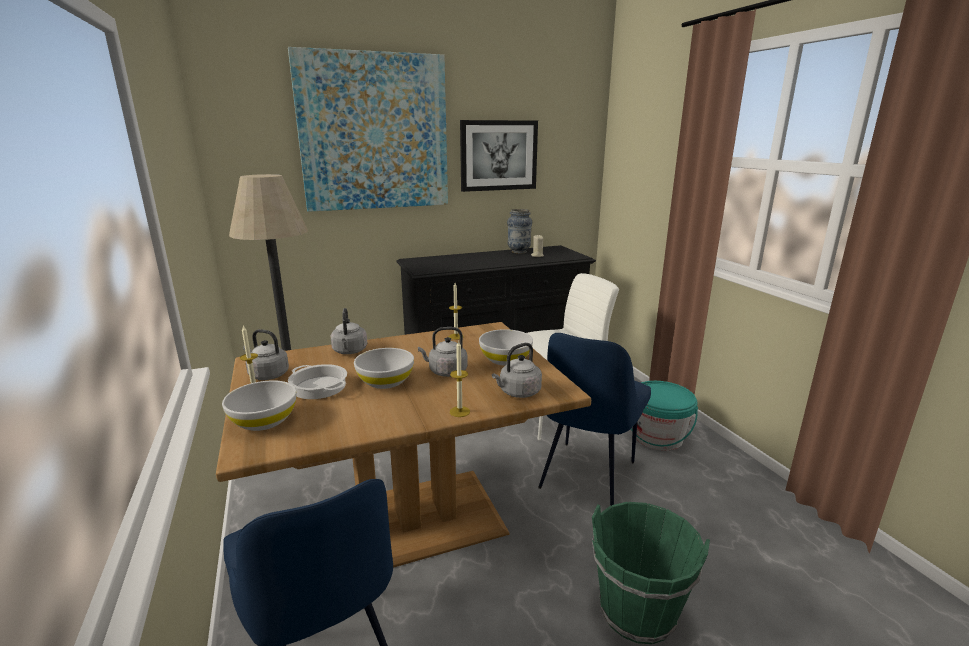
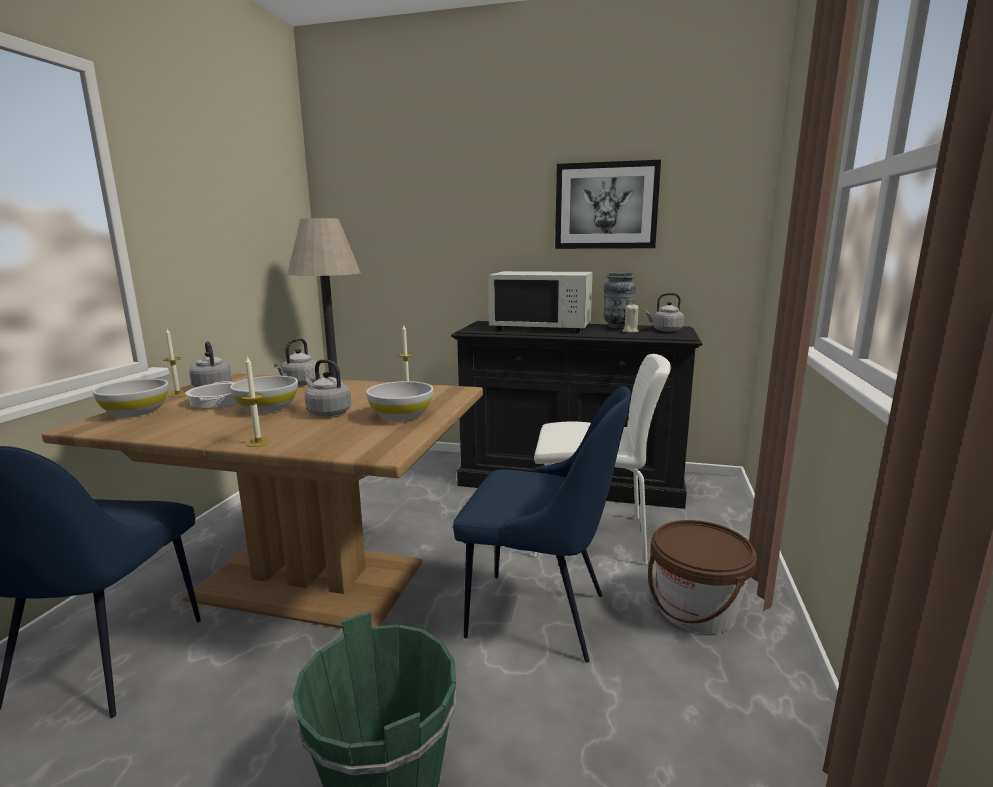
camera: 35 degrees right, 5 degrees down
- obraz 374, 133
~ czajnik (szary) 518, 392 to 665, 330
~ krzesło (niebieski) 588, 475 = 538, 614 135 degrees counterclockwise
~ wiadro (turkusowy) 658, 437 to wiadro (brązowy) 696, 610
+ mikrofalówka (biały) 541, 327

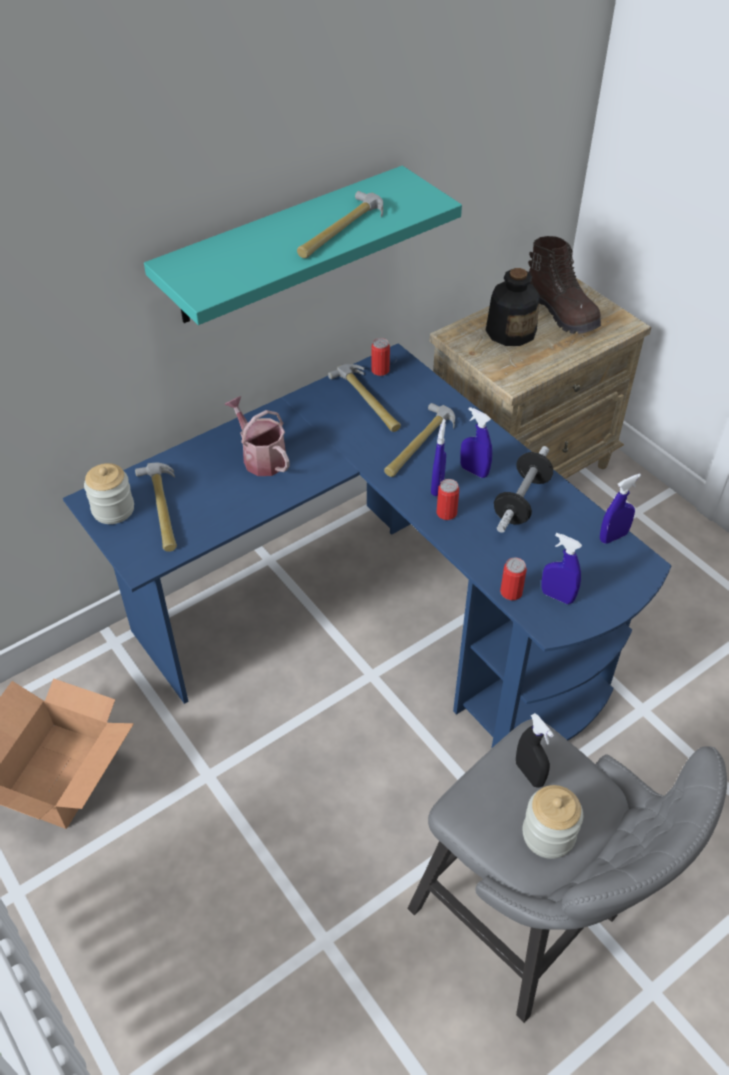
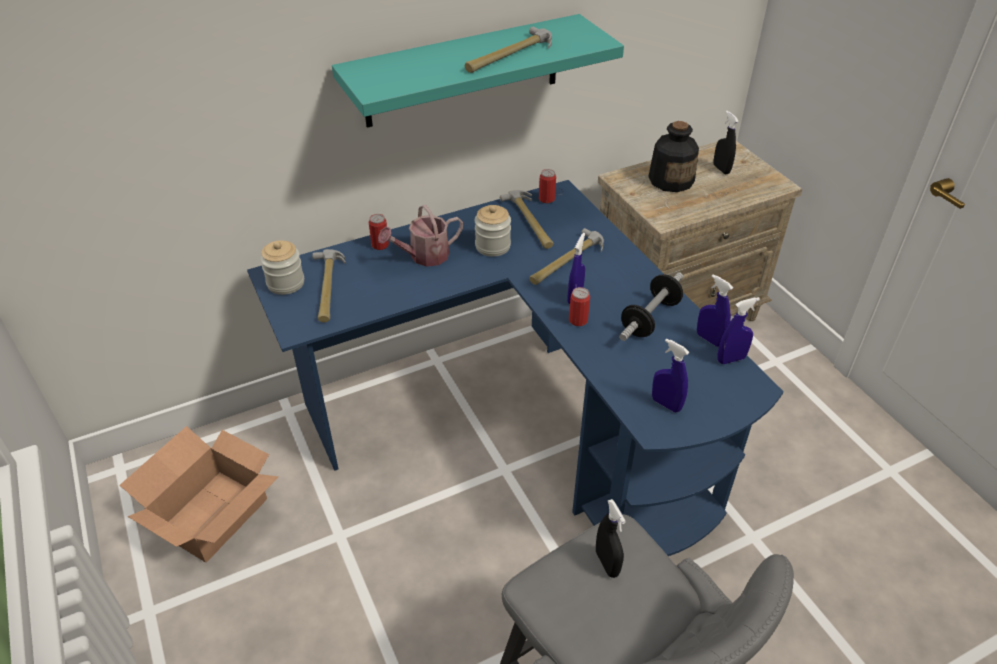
camera: 10 degrees right, 5 degrees down
~ konewka 261, 457 = 424, 256 90 degrees counterclockwise
~ spryskiwacz (niebieski) 474, 471 to 709, 339
~ puszka 511, 592 to 380, 245
~ słoik 548, 834 to 492, 246
~ but z cholewką (brązowy) 562, 312 to spryskiwacz (czarny) 721, 169

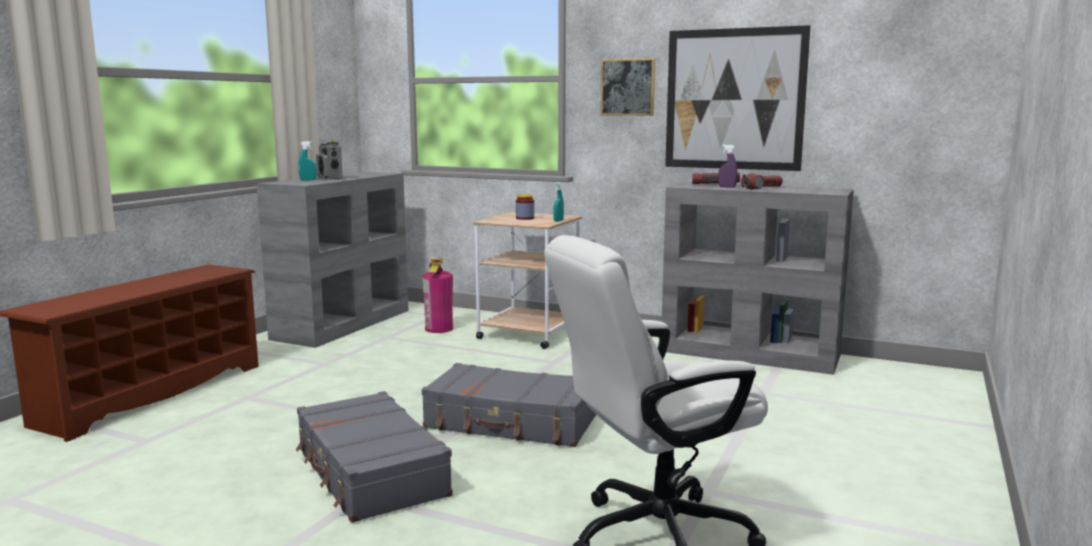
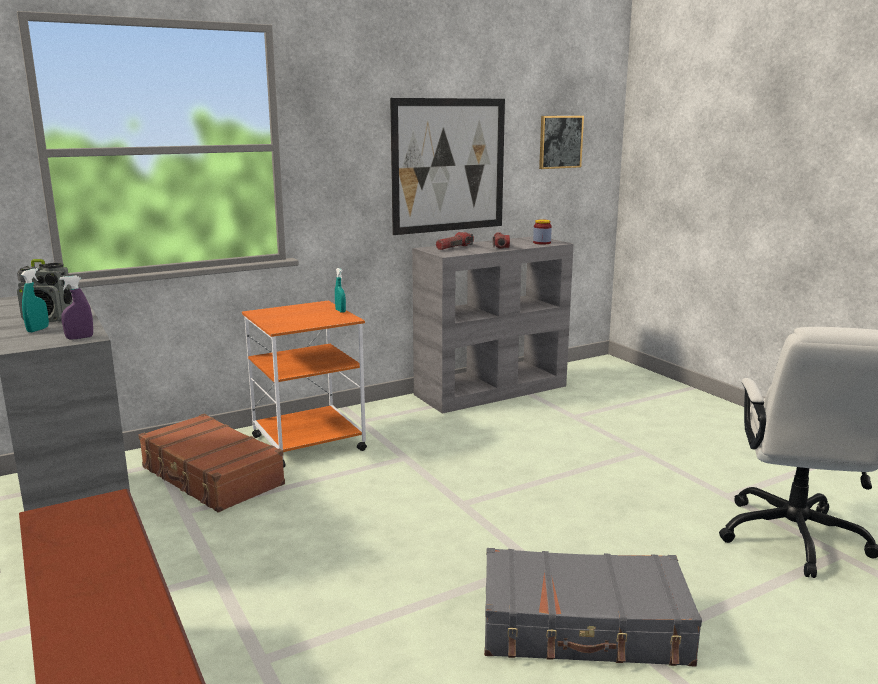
camera: 55 degrees left, 5 degrees up
~ gaśnica 439, 329 to walizka (brązowy) 211, 476
- walizka (szary) 511, 422
~ wózek (beżowy) 530, 334 to wózek (pomarańczowy) 310, 442
~ słoik 525, 218 to 542, 243
~ obraz 627, 87 to 560, 142
~ spryskiwacz (fioletowy) 727, 187 to 79, 338

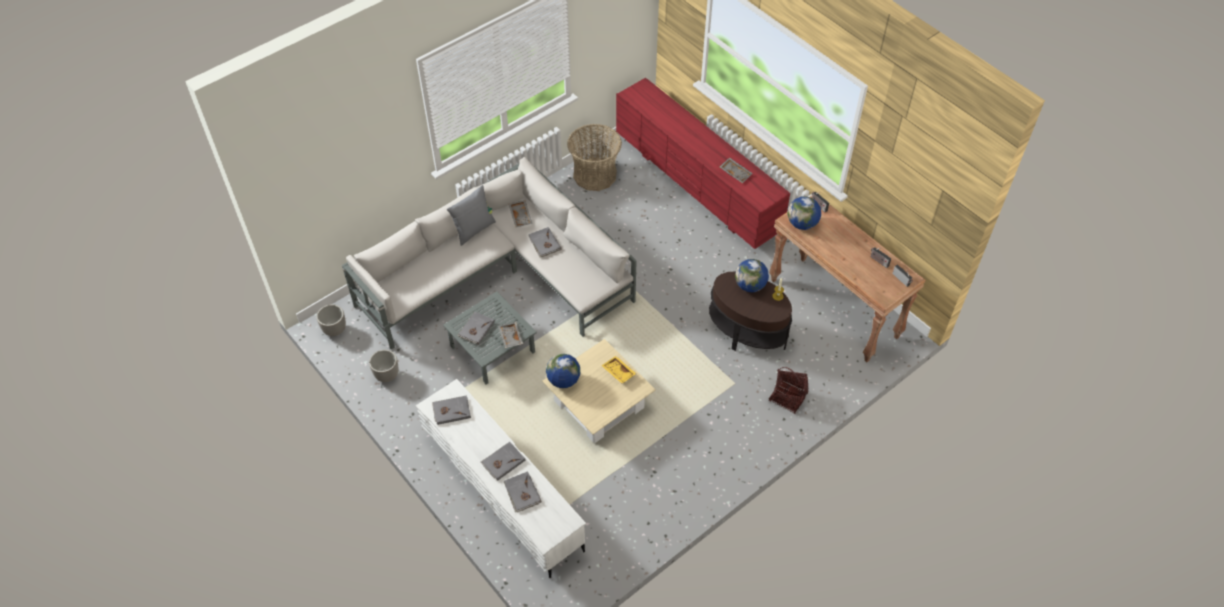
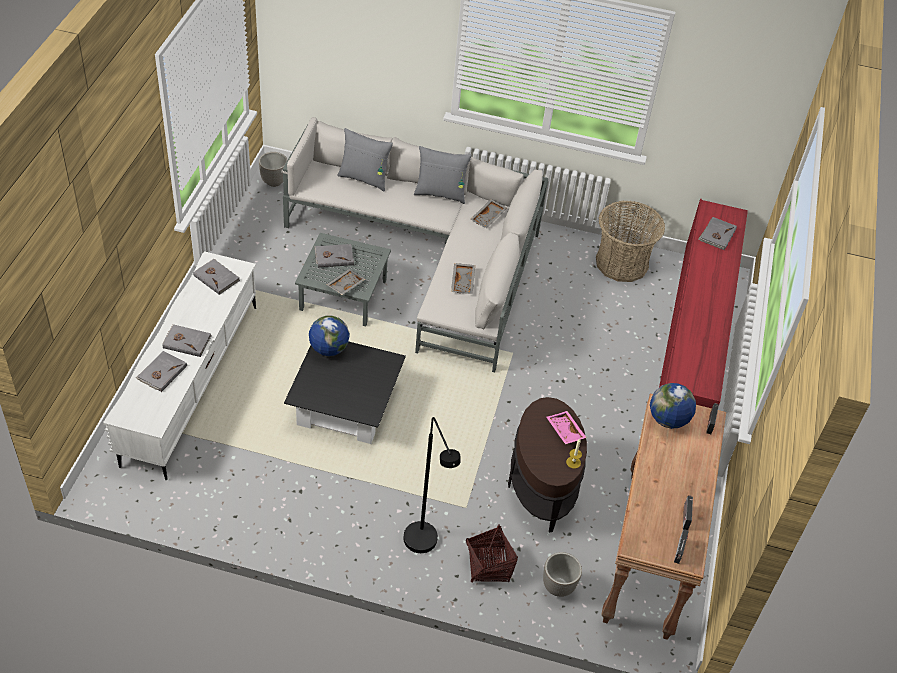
camera: 50 degrees right, 5 degrees down
~ donica 386, 376 to 557, 587
~ książka (szary) 544, 243 to 717, 235
~ ława (beżowy) 599, 404 to ława (czarny) 345, 406
- taca (żółty) 618, 372
~ taca (szary) 735, 173 to 463, 282
~ globus 750, 286 to taca (różowy) 564, 431
+ poduszka (szary) 364, 179
+ lampa stojąca (czarny) 425, 546

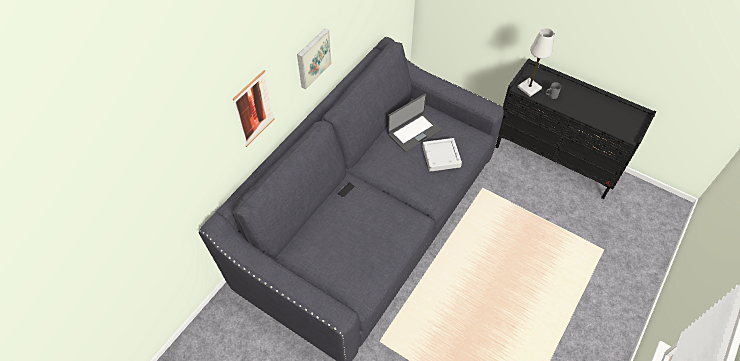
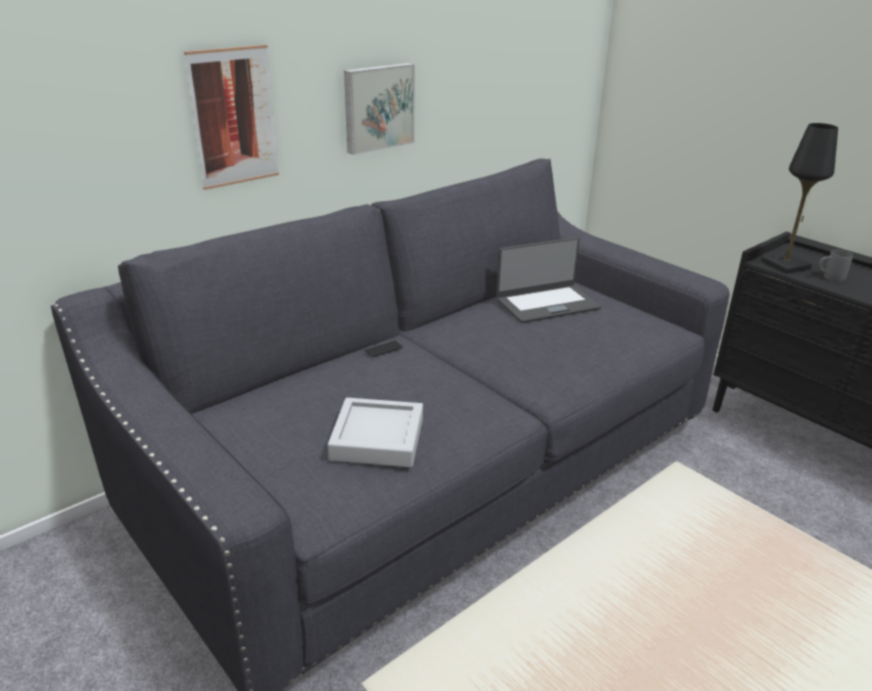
camera: 15 degrees right, 25 degrees down
~ taca (szary) 441, 157 to 377, 439
~ lampa stołowa (biały) 529, 88 to lampa stołowa (czarny) 785, 265

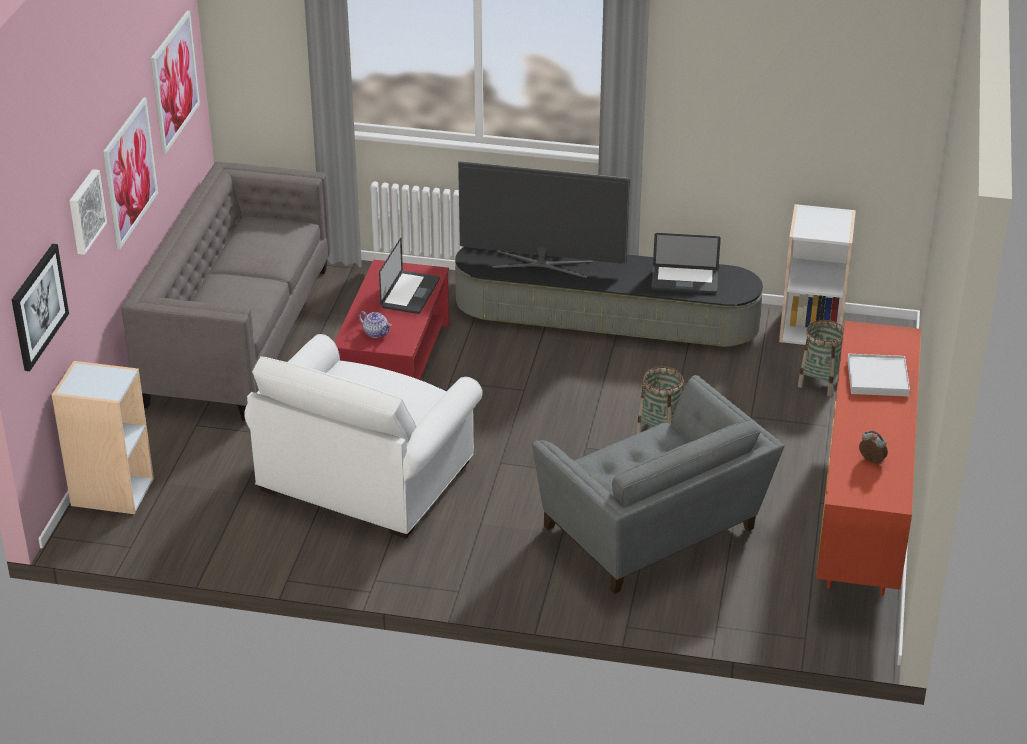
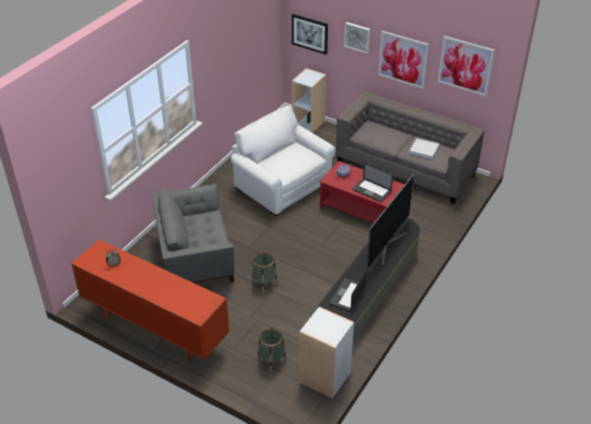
camera: 110 degrees right, 5 degrees up
~ taca (biały) 877, 378 to 424, 149

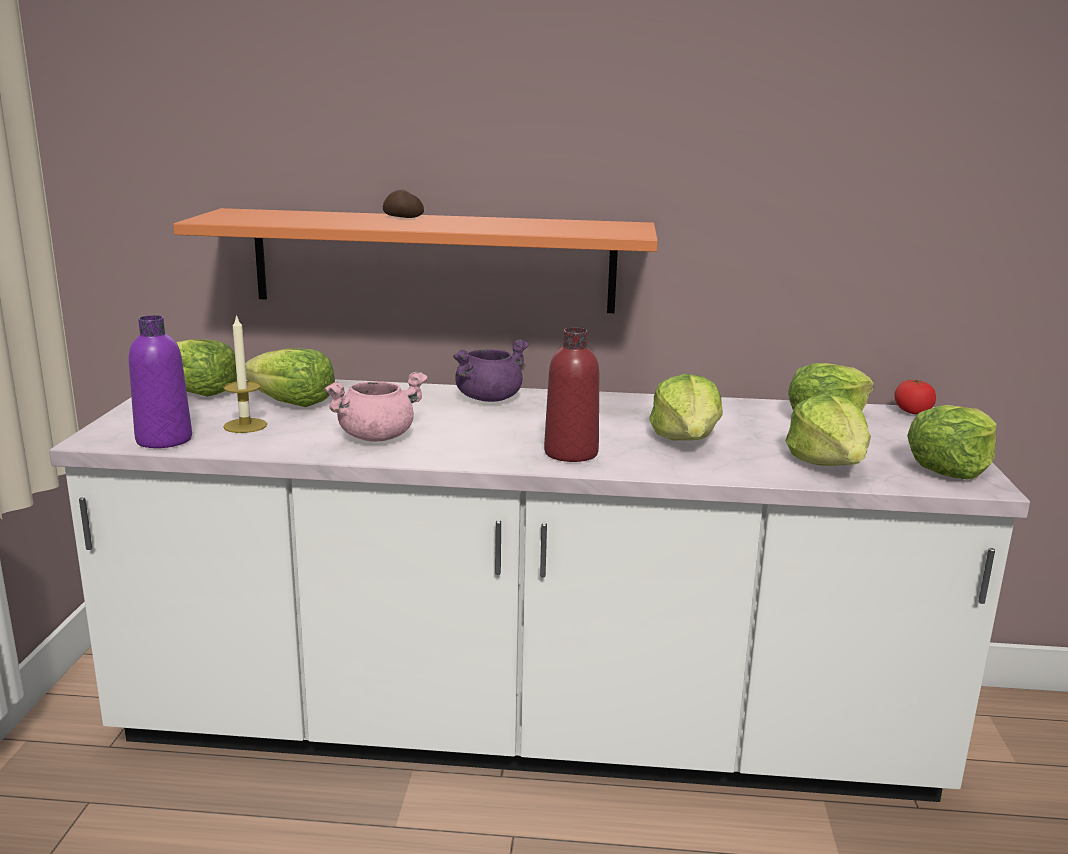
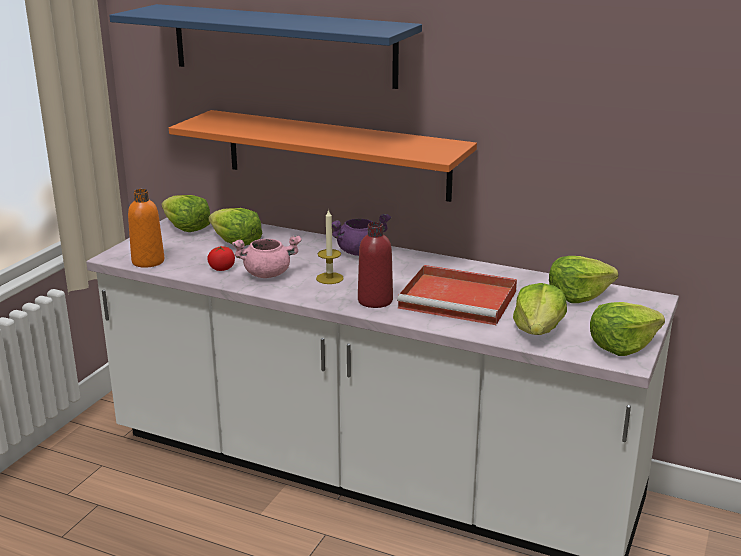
camera: 20 degrees right, 5 degrees up
~ butelka (fioletowy) 164, 440 to butelka (pomarańczowy) 148, 261
~ świeca 245, 425 to 329, 278
- ziemniak 403, 217
~ sałata 686, 439 to taca (czerwony) 460, 300
~ pomidor 912, 412 to 222, 268
+ półka (niebieski) 282, 45

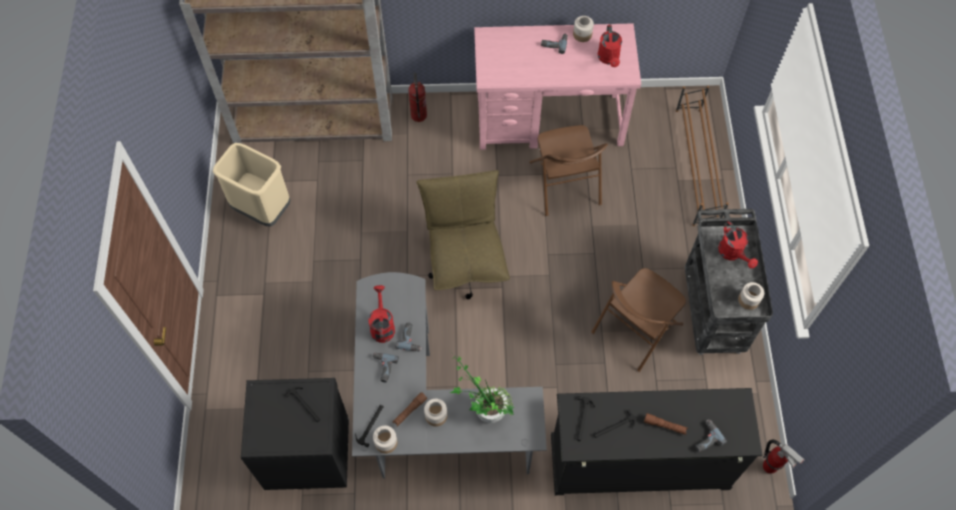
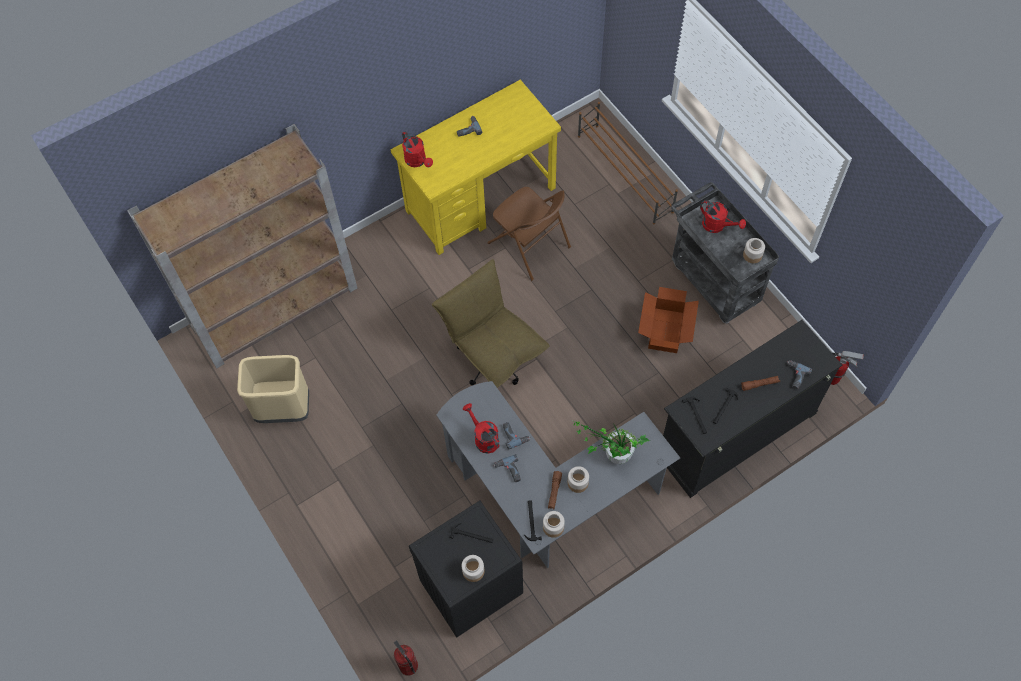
camera: 30 degrees left, 0 degrees up
~ gaśnica 418, 115 to 408, 666
~ biurko (różowy) 549, 120 to biurko (żółty) 480, 198
~ słoik 582, 35 to 473, 571
~ krzesło (brązowy) 636, 328 to karton 665, 331
~ konewka (czerwony) 609, 59 to 417, 161

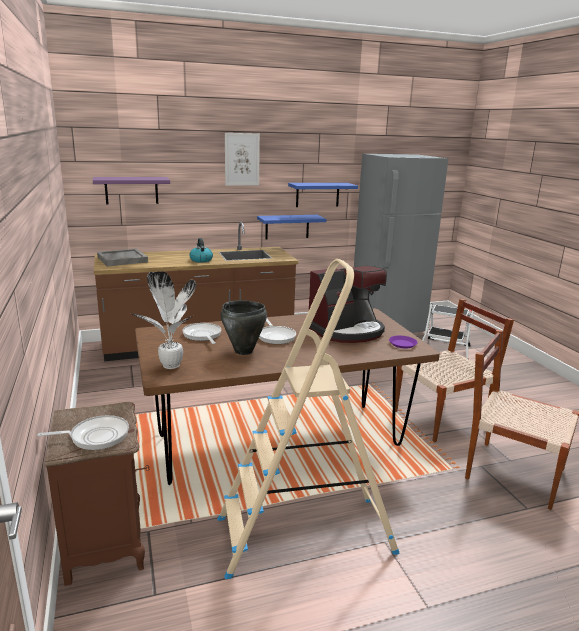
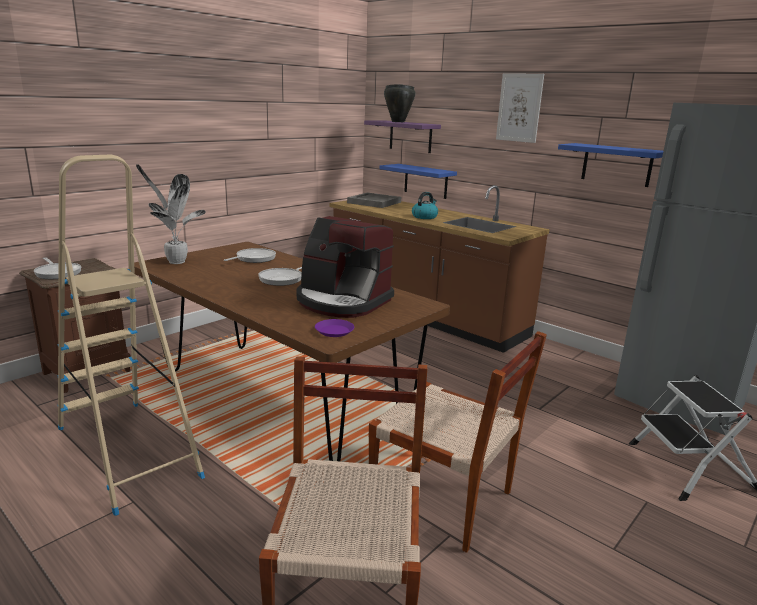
camera: 60 degrees right, 0 degrees up
~ garnek (czarny) 244, 351 to 398, 122
~ półka (niebieski) 287, 226 to 425, 181

